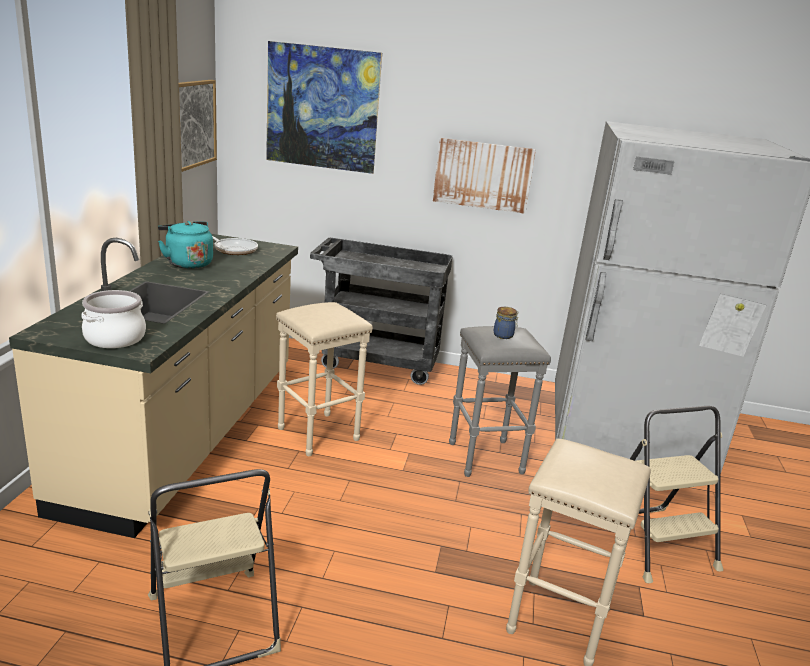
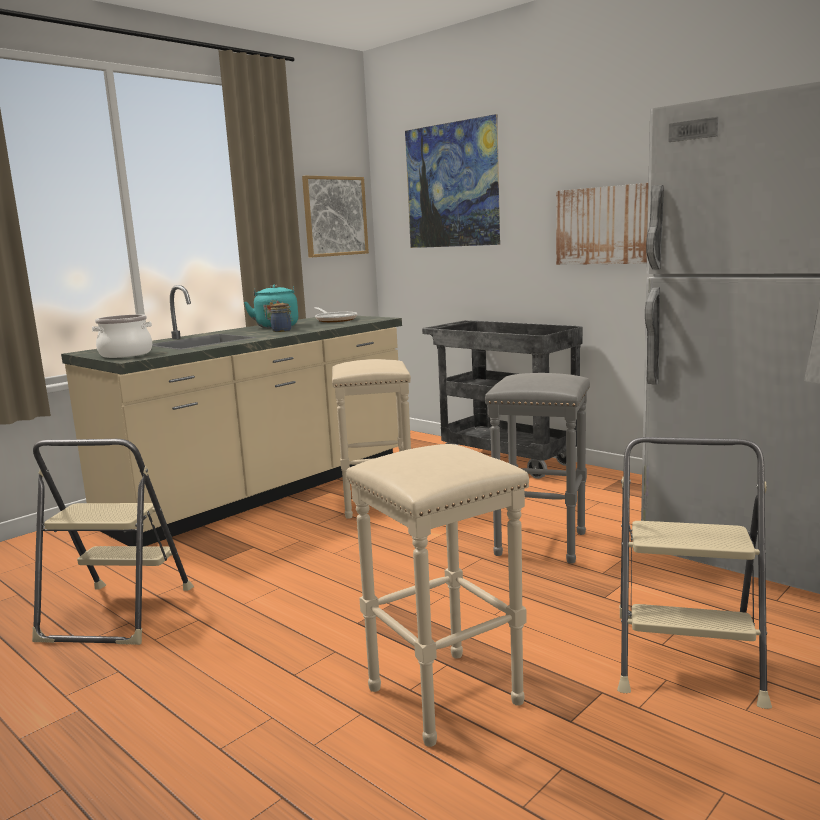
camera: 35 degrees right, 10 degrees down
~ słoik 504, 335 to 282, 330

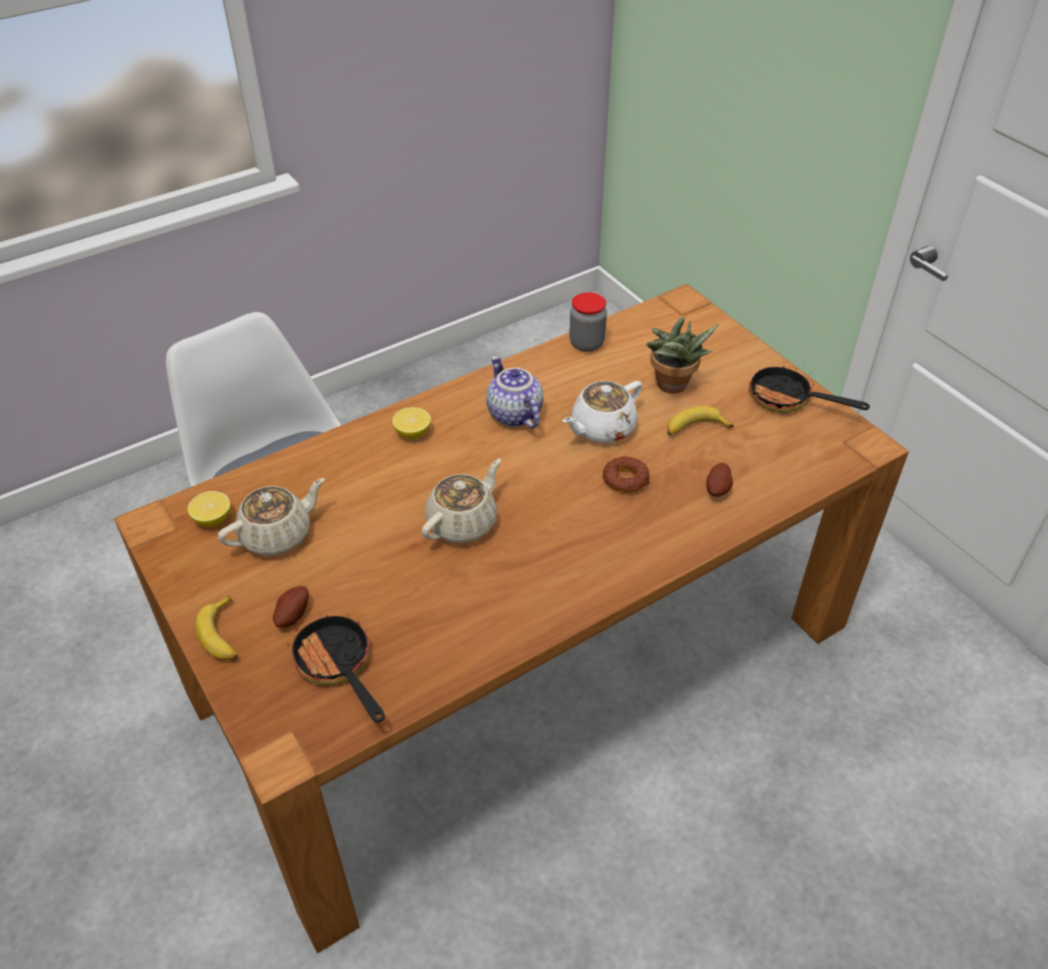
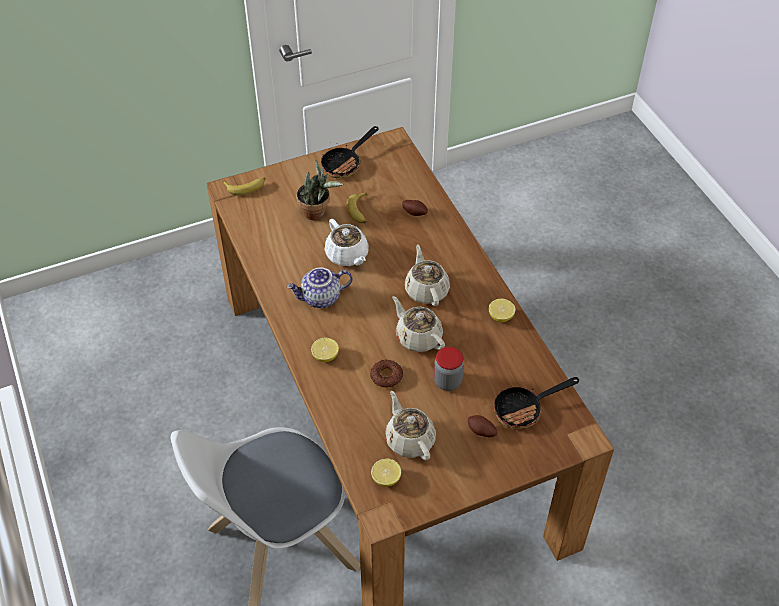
camera: 80 degrees left, 5 degrees up
~ banan 223, 635 to 245, 187
~ słoik 586, 343 to 447, 381
~ donut 625, 479 to 386, 376
+ imbryk (beżowy) 426, 290
+ cytryna 500, 316

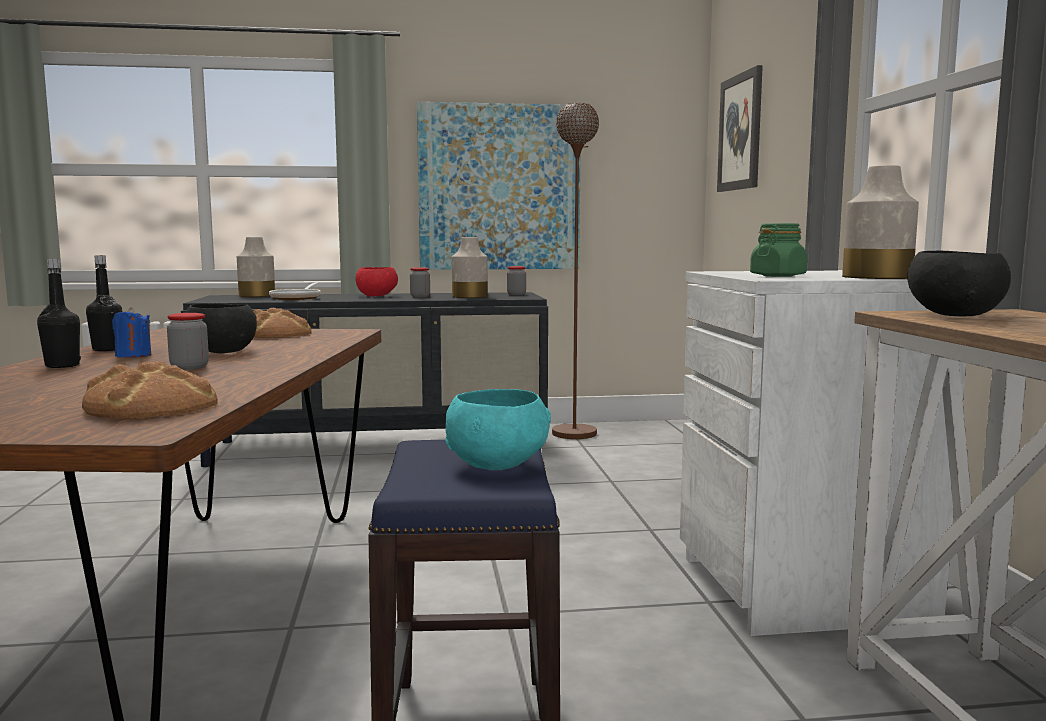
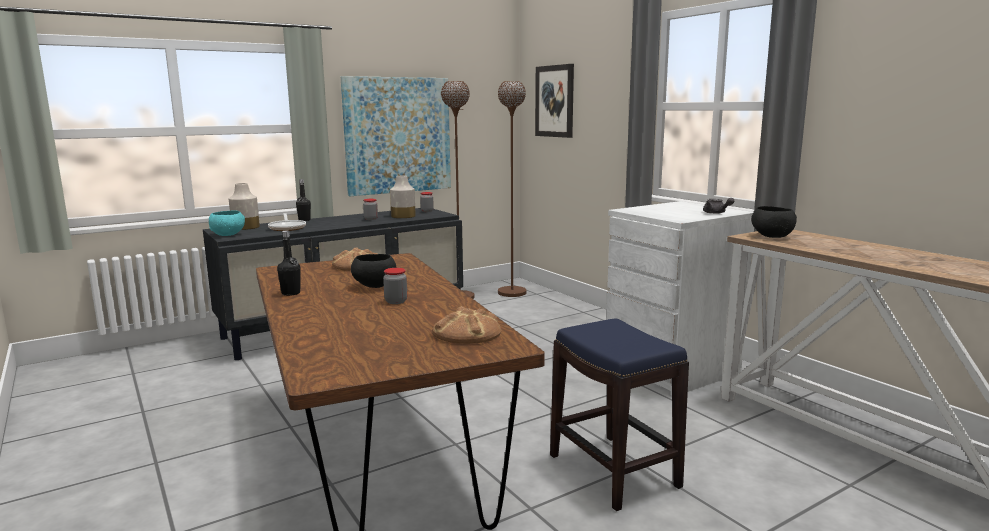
camera: 25 degrees left, 5 degrees up
~ butelka (czarny) 62, 366 to 304, 220
- świeca (niebieski) 133, 355
- miska (czerwony) 377, 296
~ miska (turkusowy) 498, 464 to 228, 235
- słoik (zielony) 778, 276
~ wazon (beżowy) 878, 277 to imbryk (szary) 716, 213
+ lampa stojąca (brązowy) 512, 293

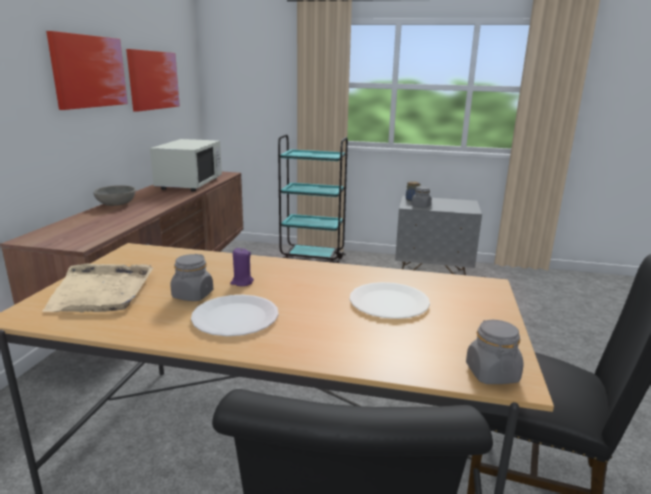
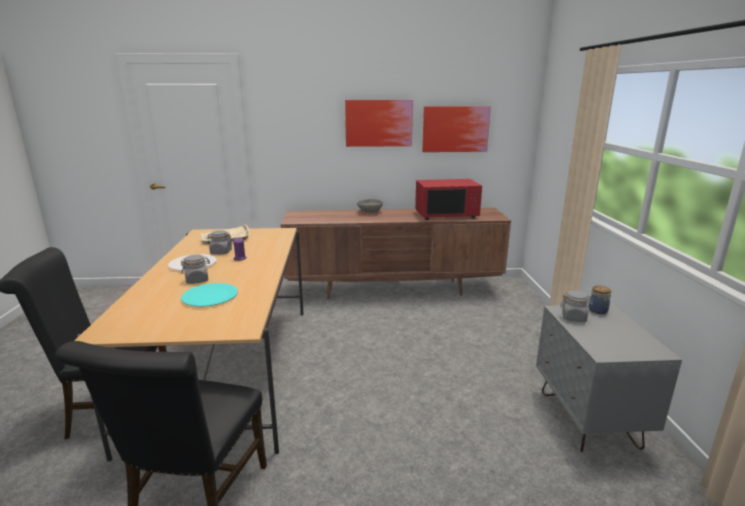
camera: 75 degrees right, 0 degrees up
~ mikrofalówka (biały) 189, 183 to mikrofalówka (czerwony) 446, 215
- wózek (turkusowy) 313, 260
~ talerz (biały) 389, 302 to talerz (turkusowy) 210, 296
~ słoik (szary) 491, 373 to 197, 280

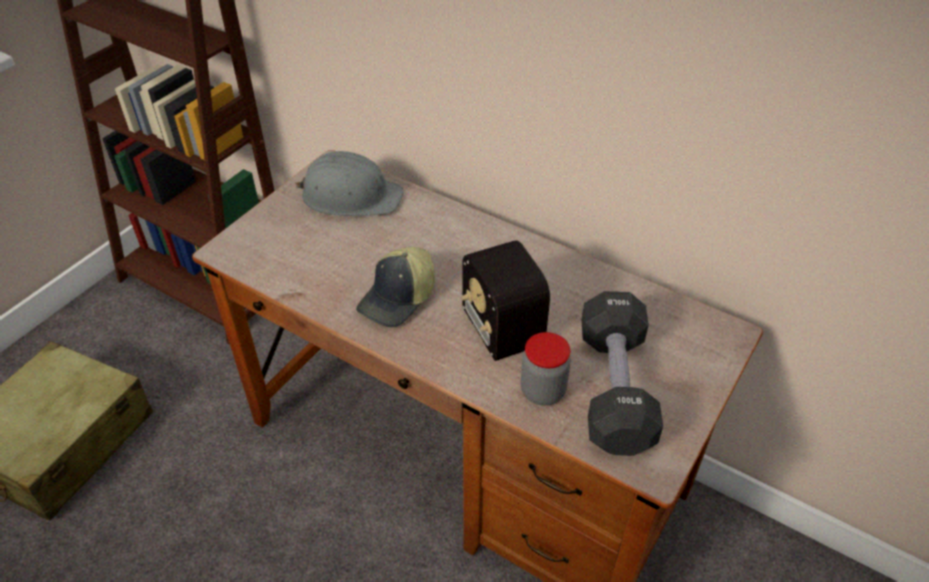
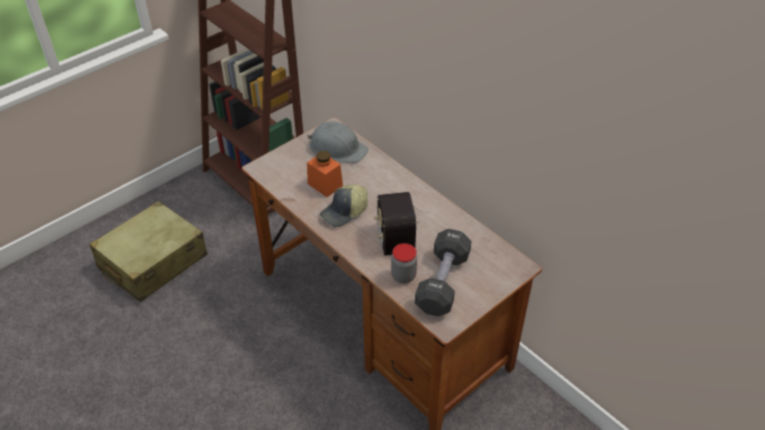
camera: 15 degrees right, 0 degrees up
+ słoik (pomarańczowy) 325, 185

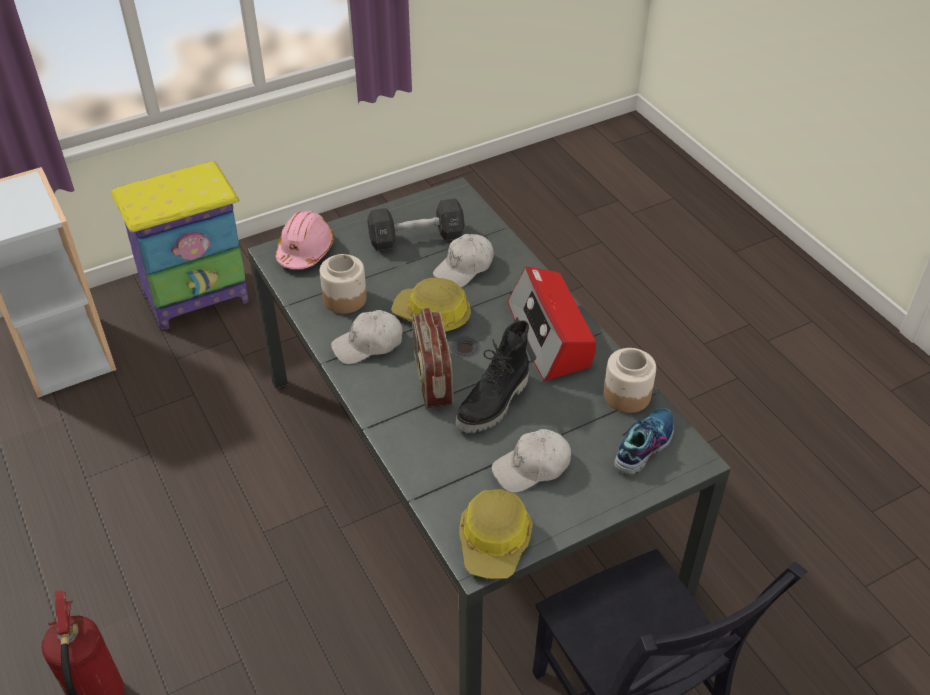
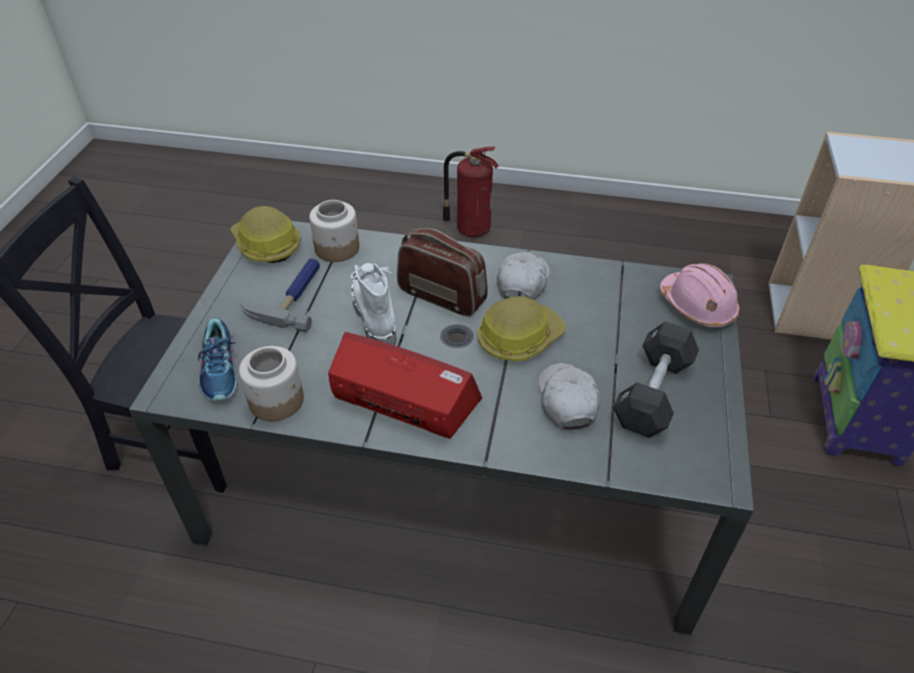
camera: 130 degrees right, 0 degrees up
~ słoik 345, 298 to 337, 248
~ but z cholewką (czarny) 494, 404 to but z cholewką (biały) 373, 314
~ czapka z daszkiem (biały) 532, 467 to młotek 292, 296

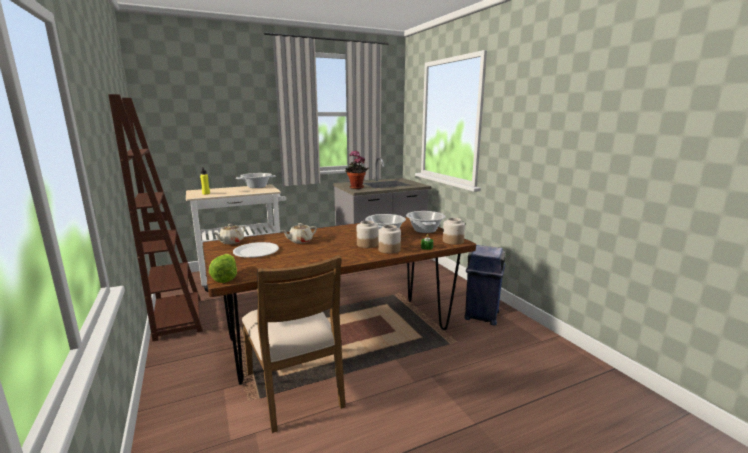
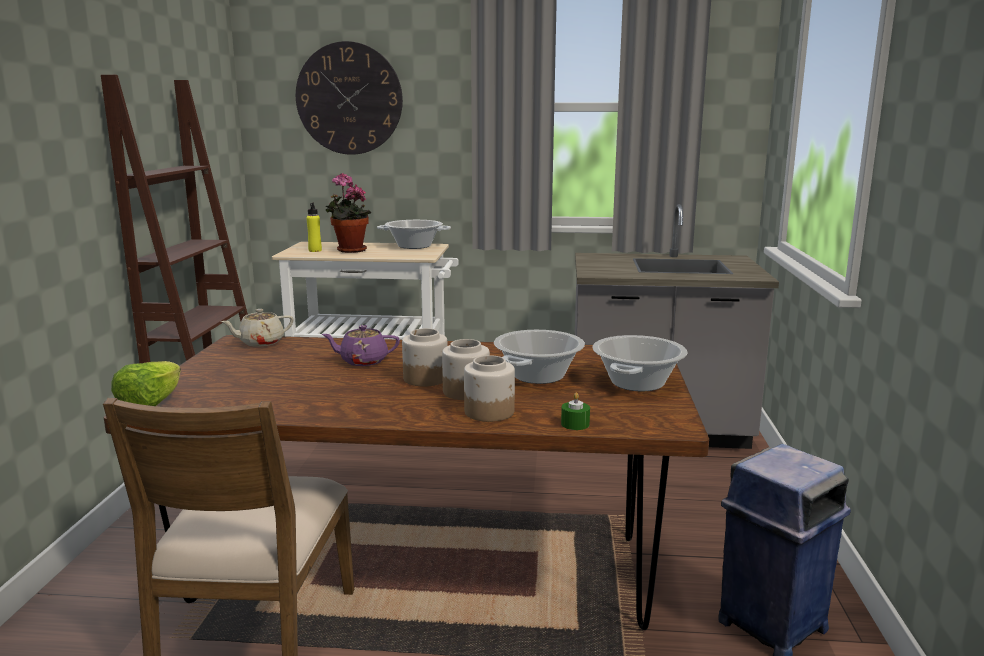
camera: 30 degrees right, 0 degrees up
- talerz (biały) 256, 251
~ imbryk (beżowy) 300, 241 to imbryk (fioletowy) 363, 361
~ roślina doniczkowa 356, 188 to 349, 251
~ słoik 452, 241 to 425, 378
+ zegar ścienny 349, 99

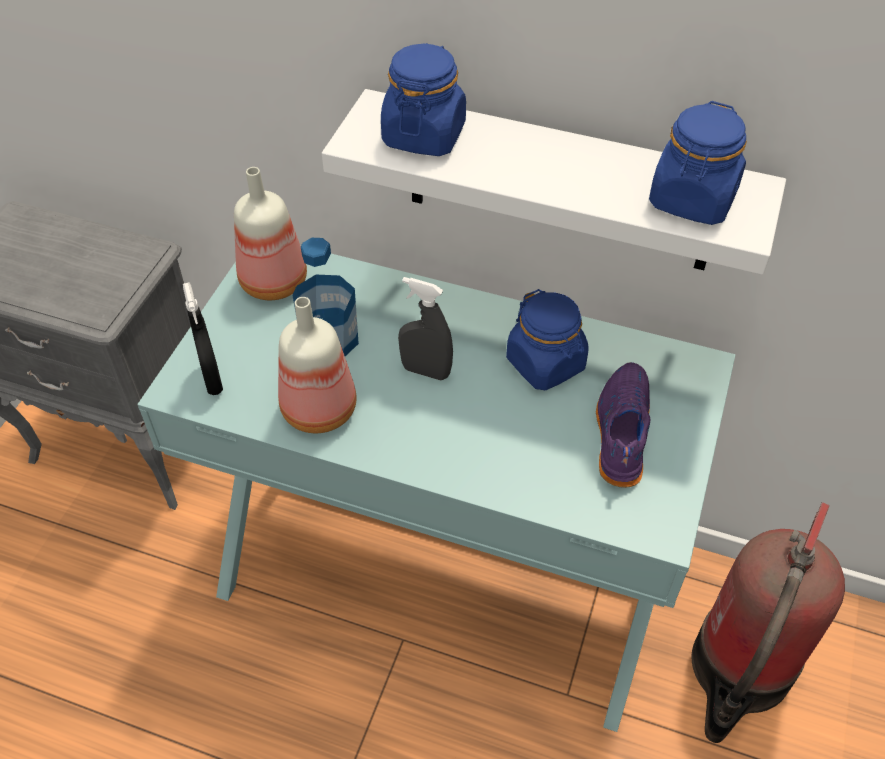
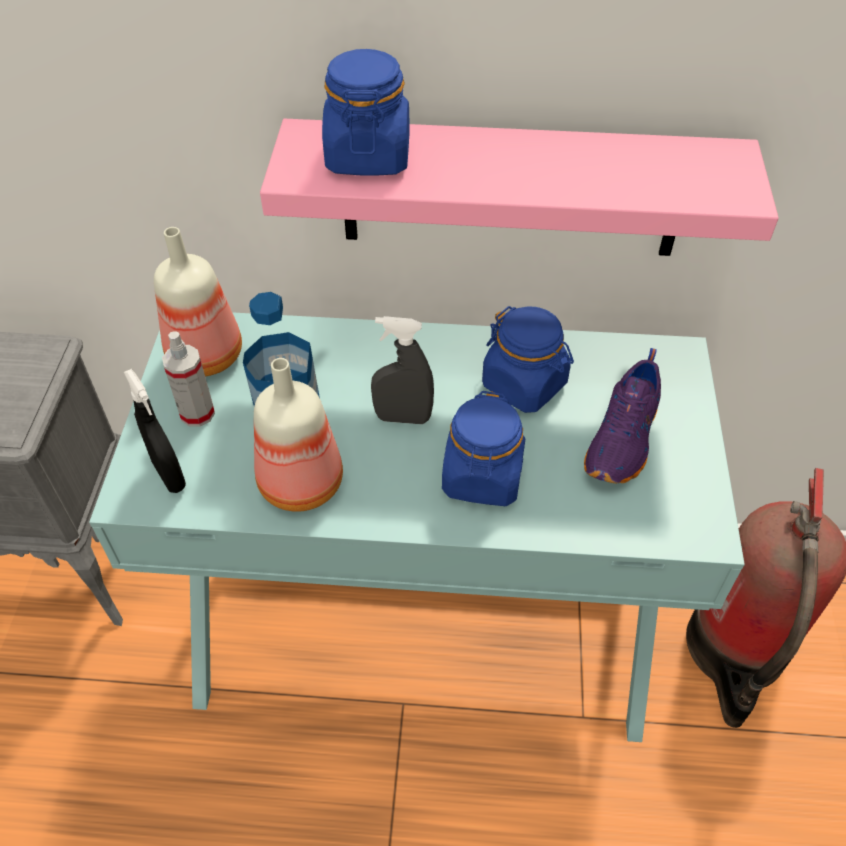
camera: 15 degrees left, 0 degrees up
~ półka (biały) 560, 184 to półka (różowy) 511, 189
~ but (fioletowy) 620, 432 = 624, 439 150 degrees counterclockwise
~ słoik (niebieski) 692, 199 to 482, 477
+ spryskiwacz 197, 413

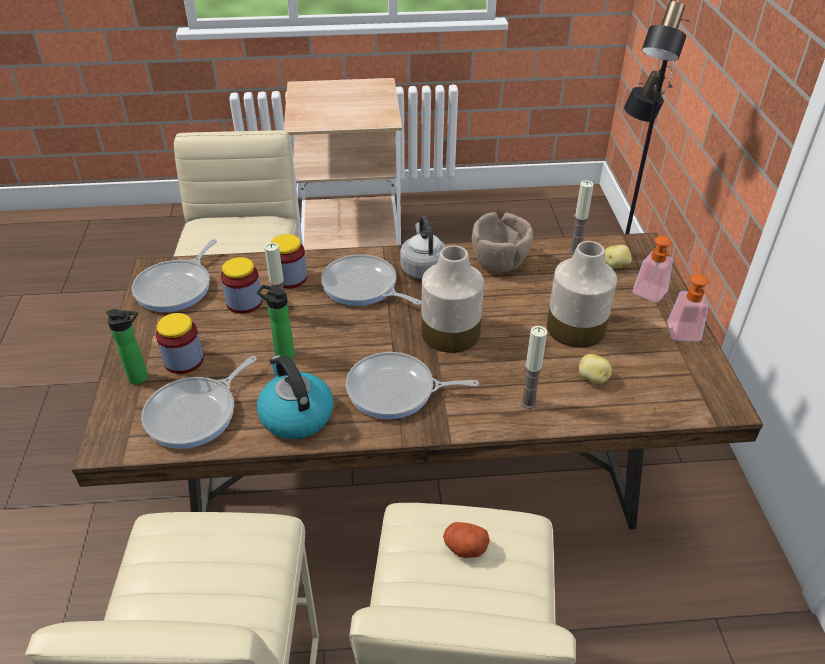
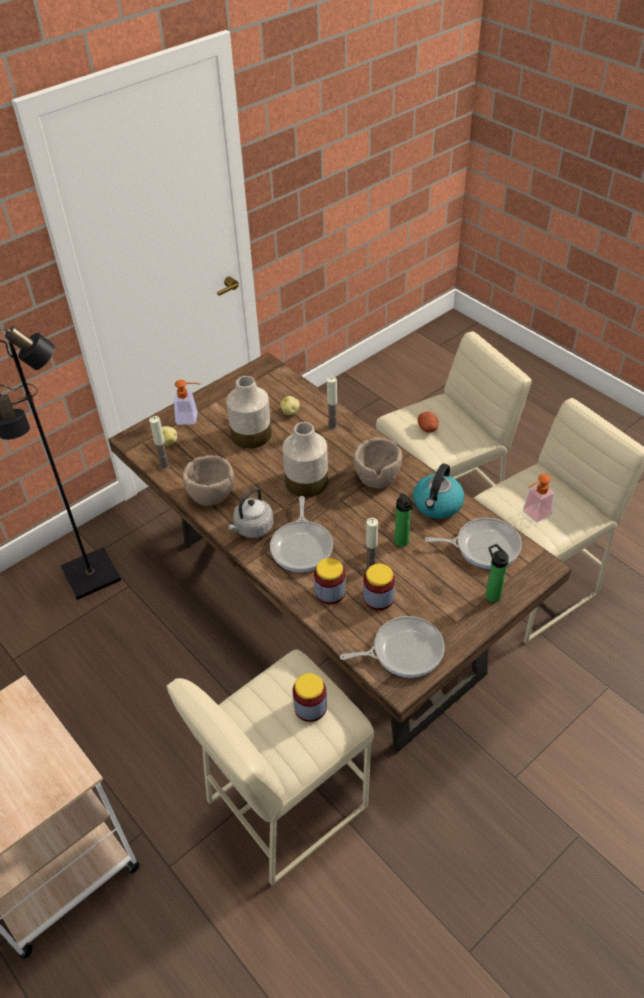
camera: 125 degrees left, 5 degrees up
~ słoik 184, 360 to 310, 707
~ patelnia 396, 391 to miska (brązowy) 377, 477
~ dozownik mydła 682, 328 to 533, 515

